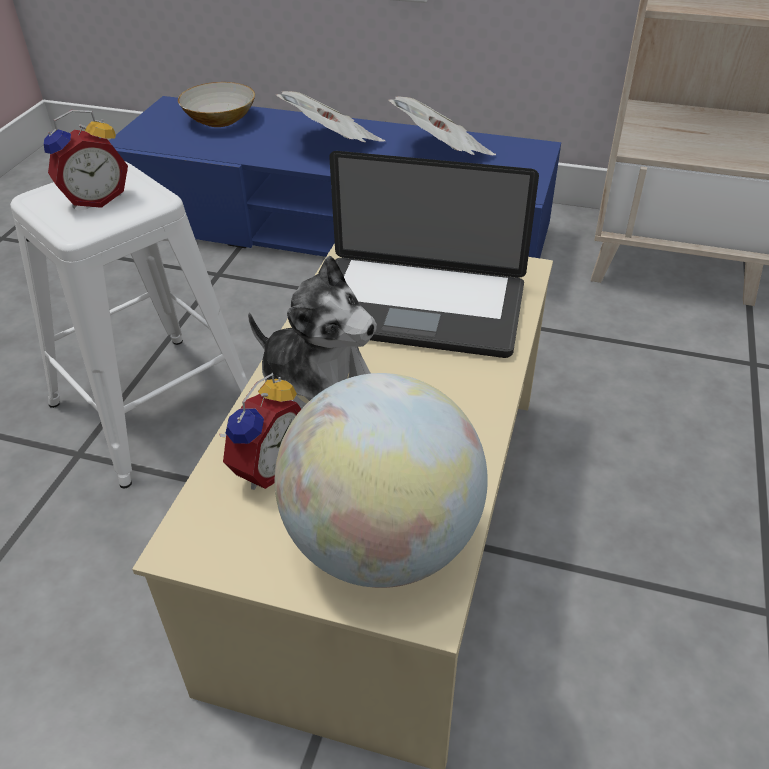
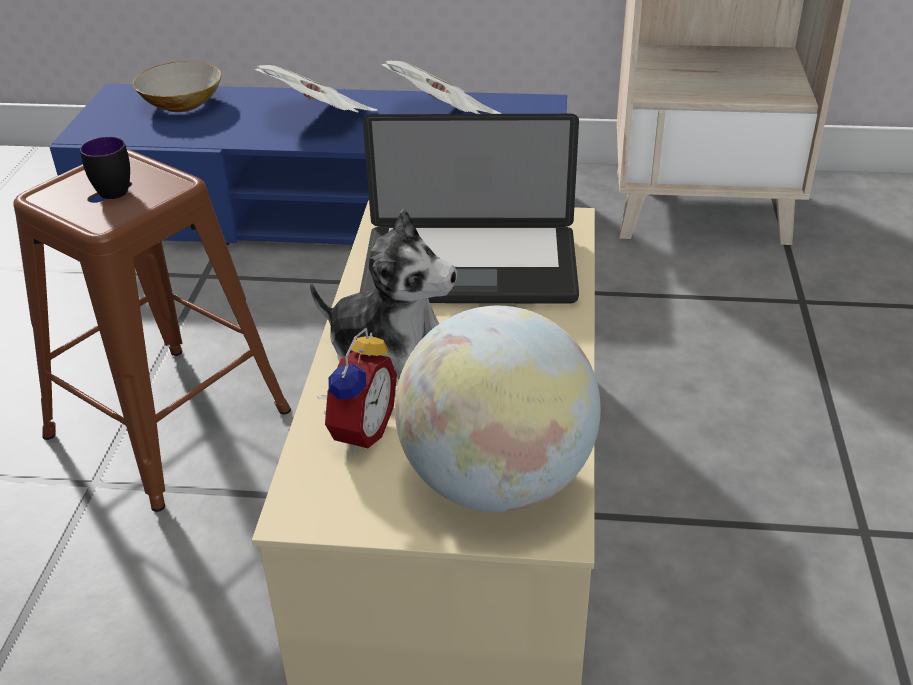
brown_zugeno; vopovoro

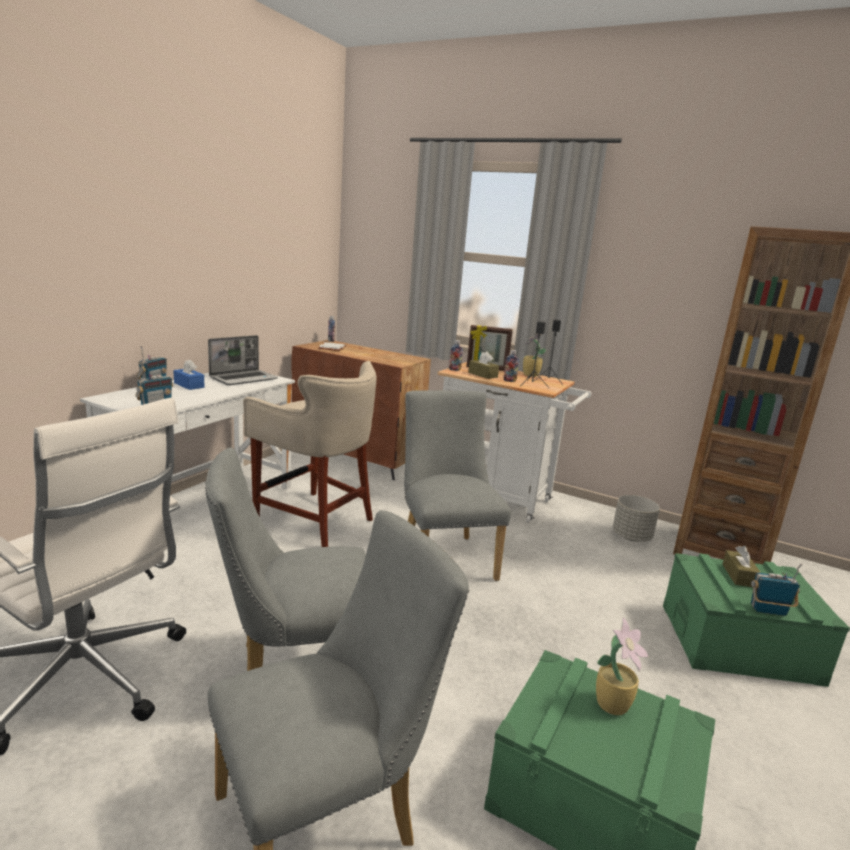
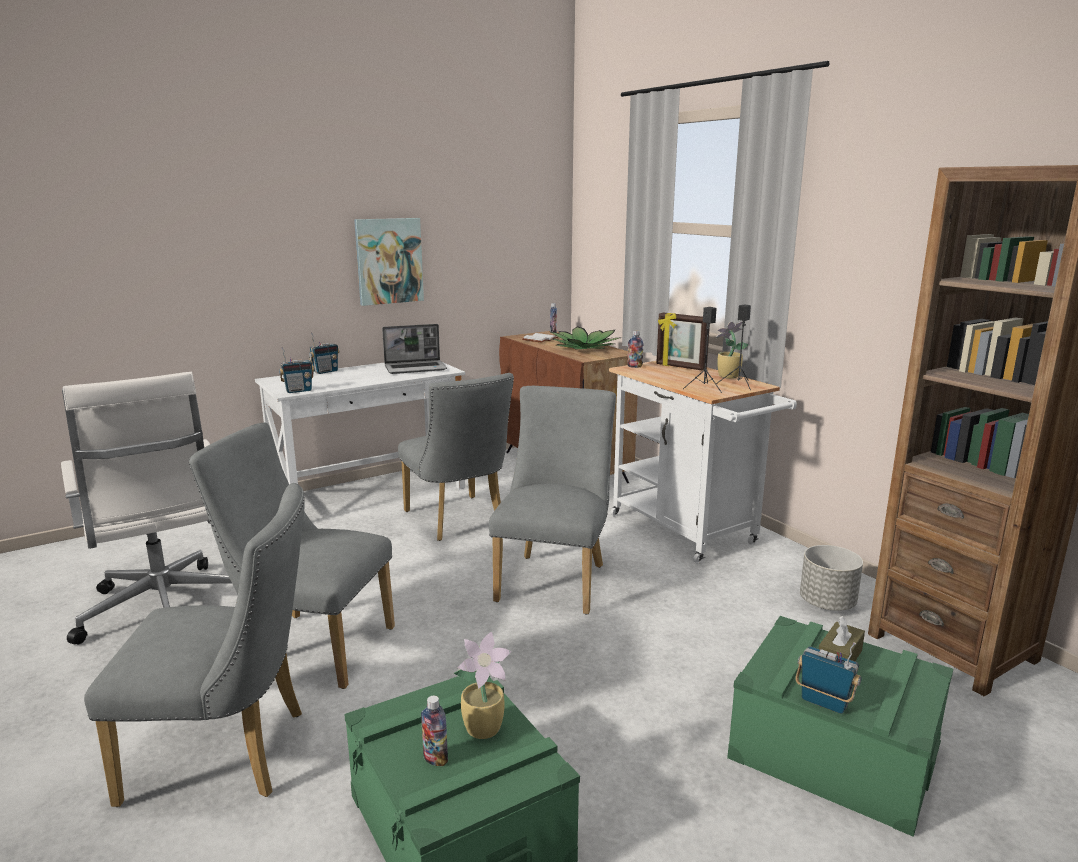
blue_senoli; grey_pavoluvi (3rd from left); brown_senoli (1st from left in the first image); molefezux (1st from left); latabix; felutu (2nd from left)

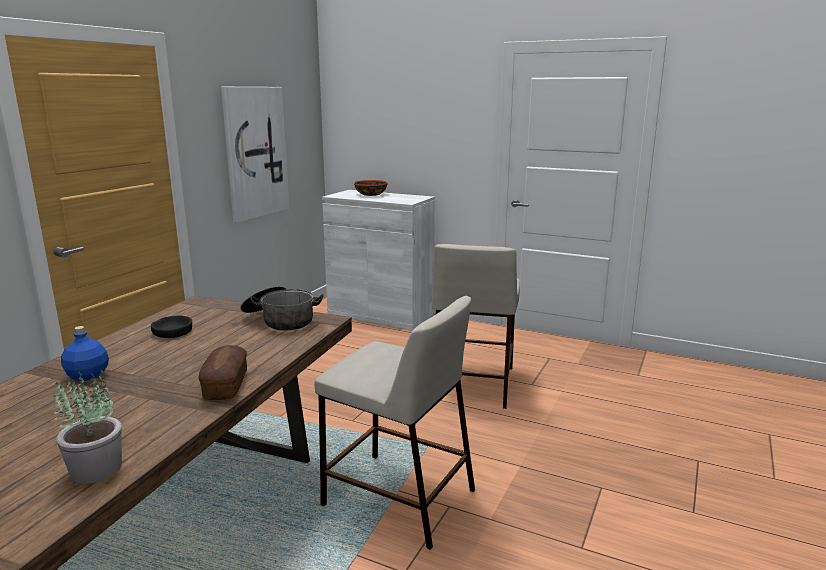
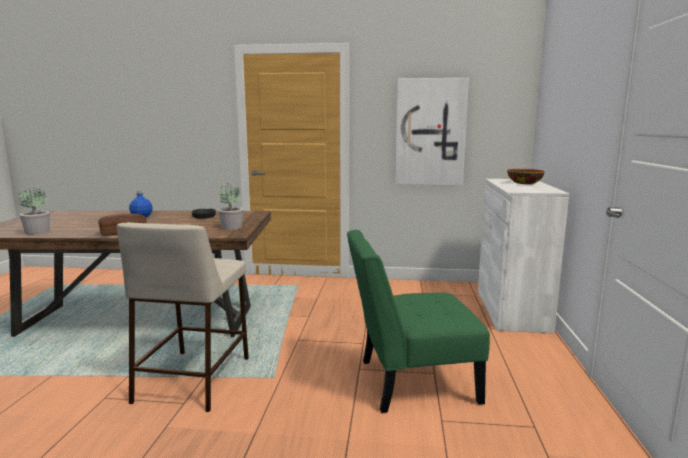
felutu (2nd from left); green_pavoluvi

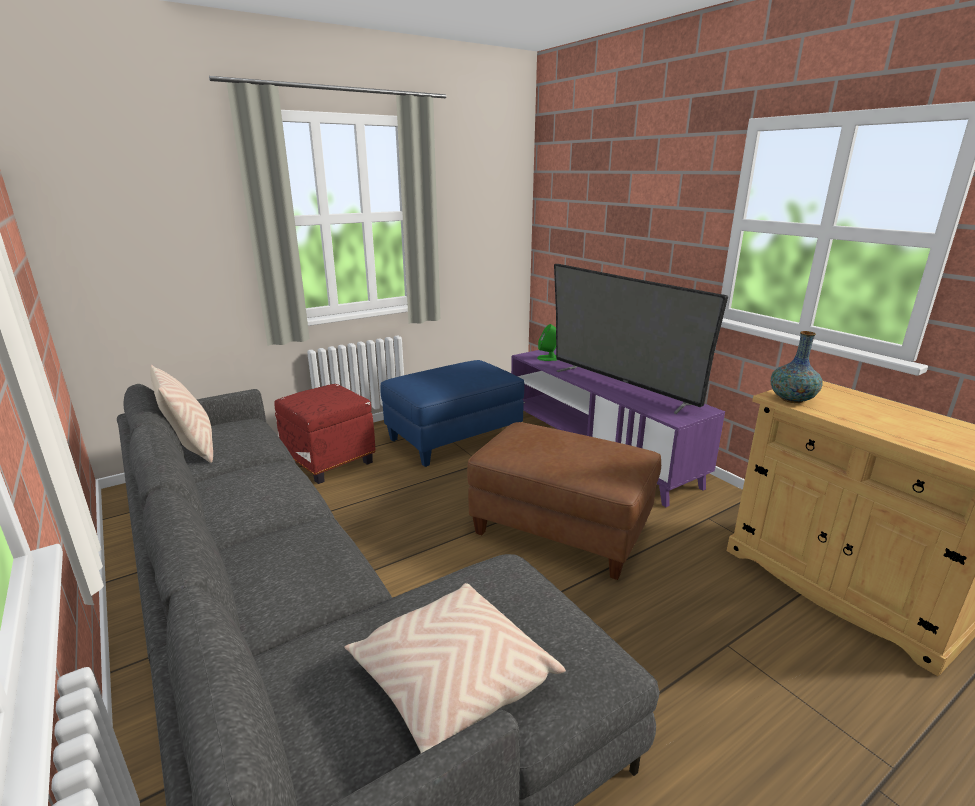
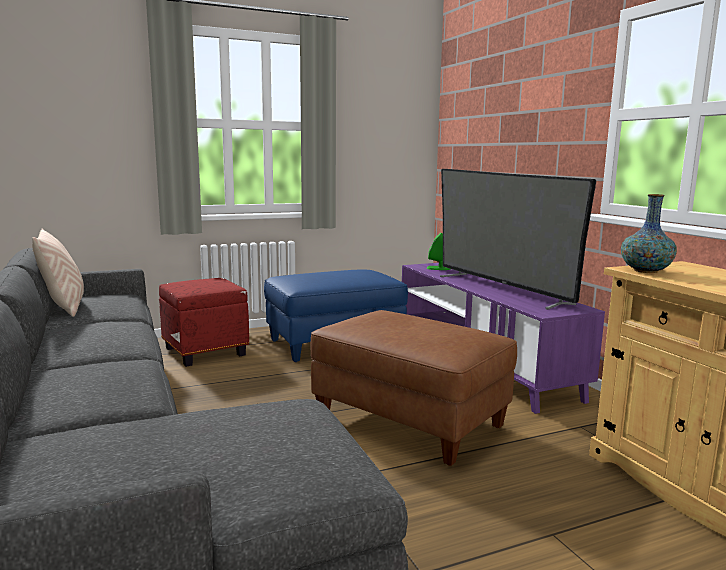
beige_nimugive (2nd from left in the first image)

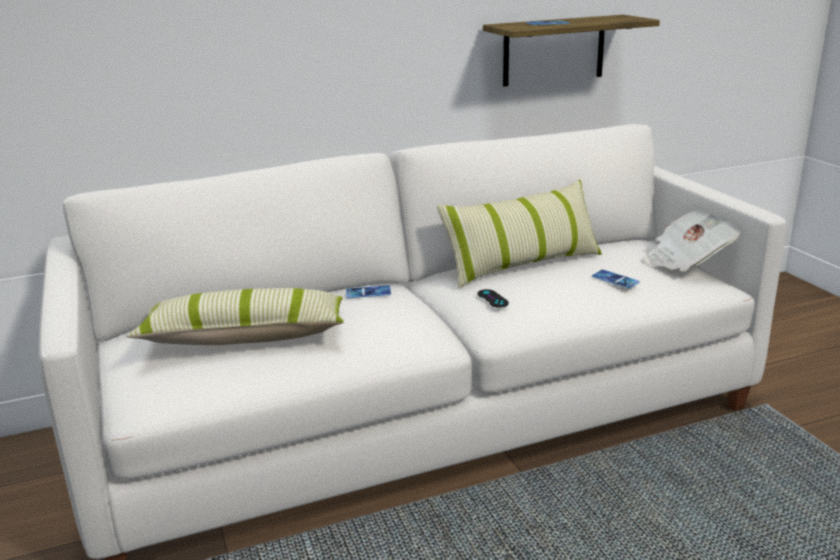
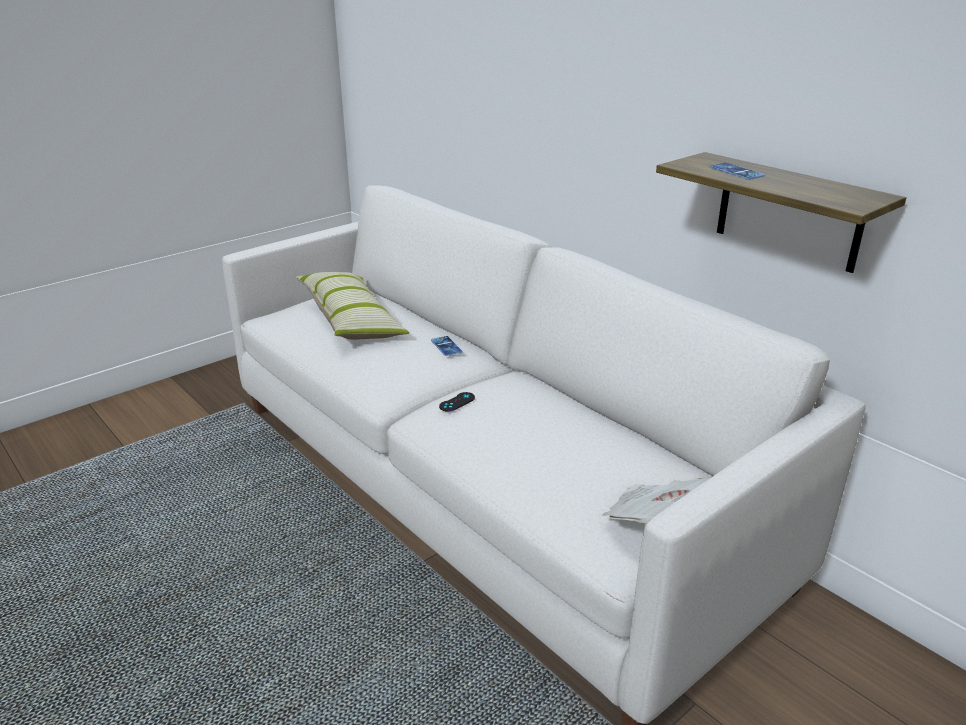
nimugive (2nd from left in the first image); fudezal (3rd from left in the first image)

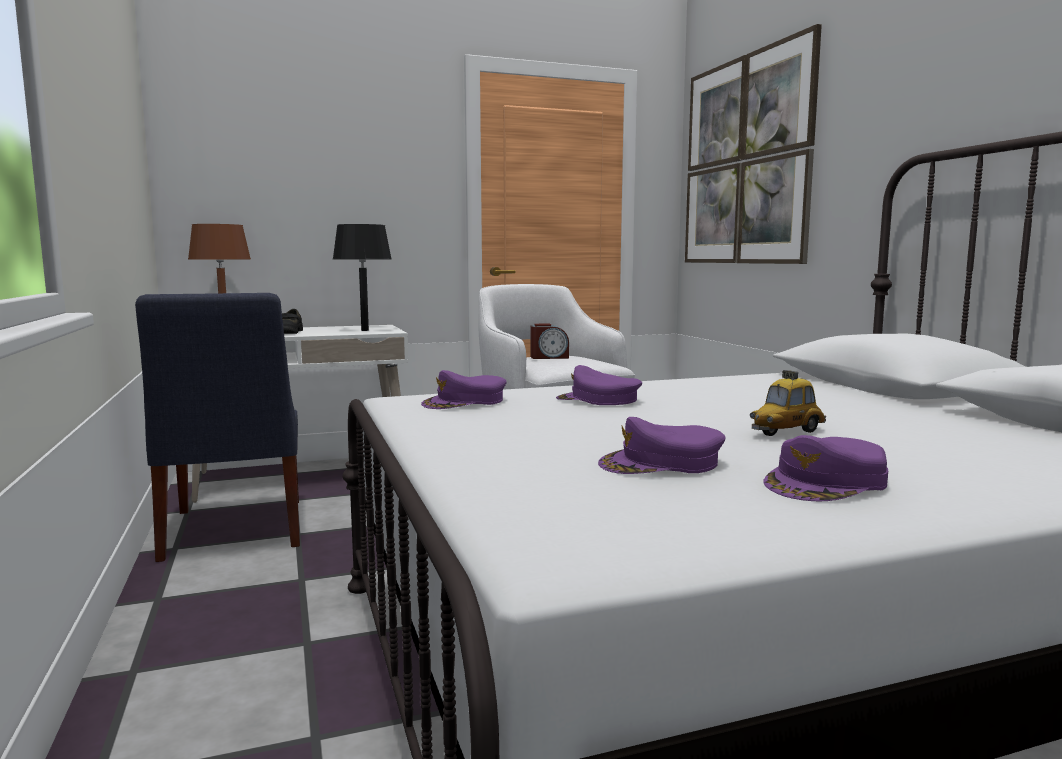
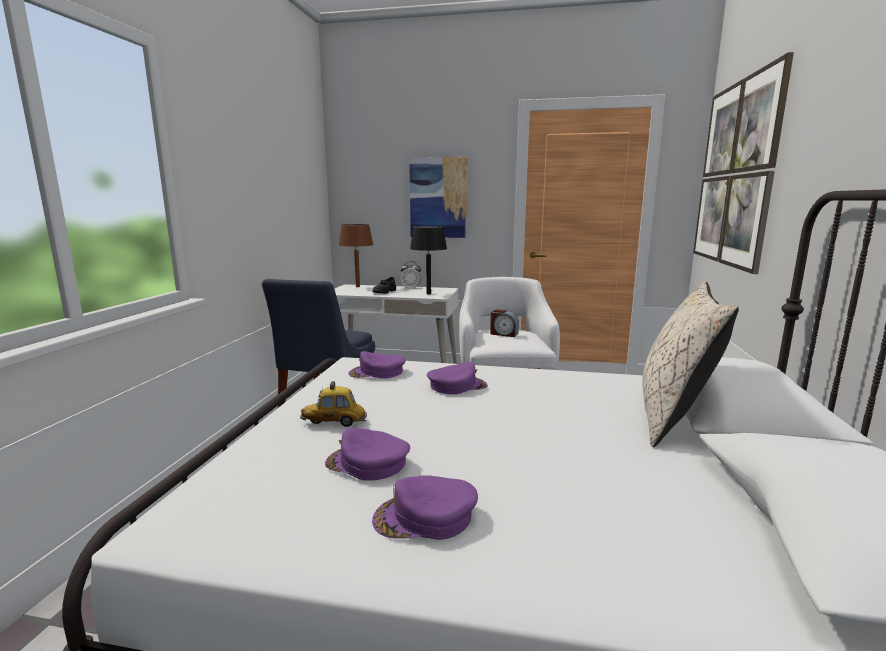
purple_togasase (4th from left); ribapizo; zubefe (1st from left); latabix (1st from left); beige_nimugive

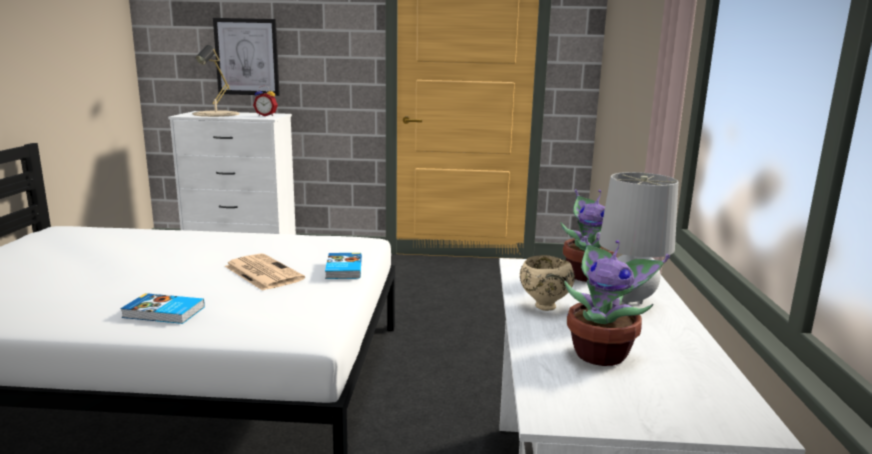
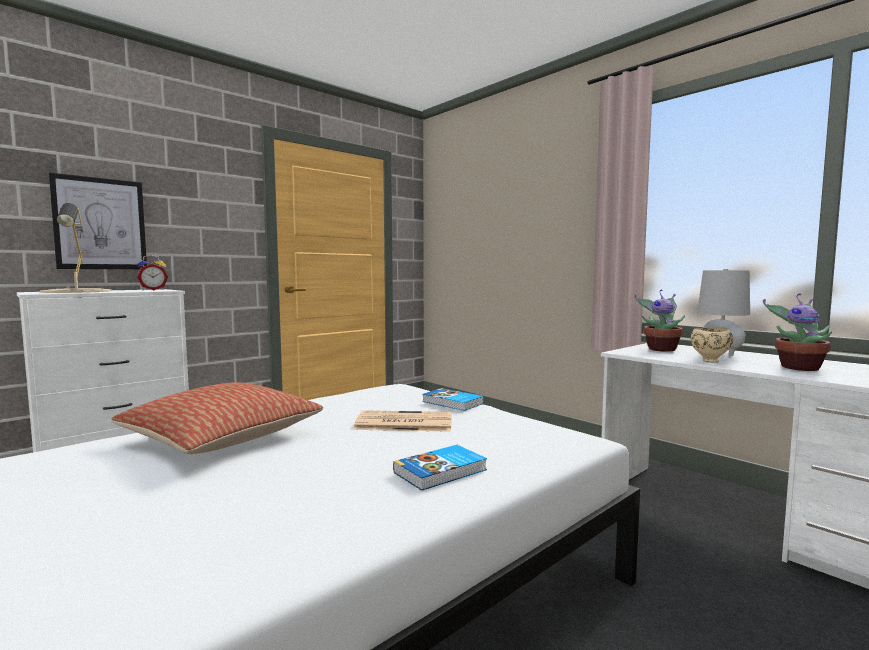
nimugive

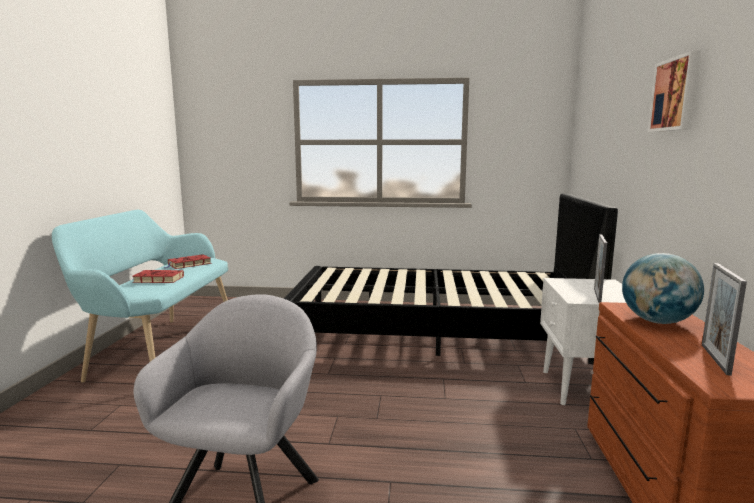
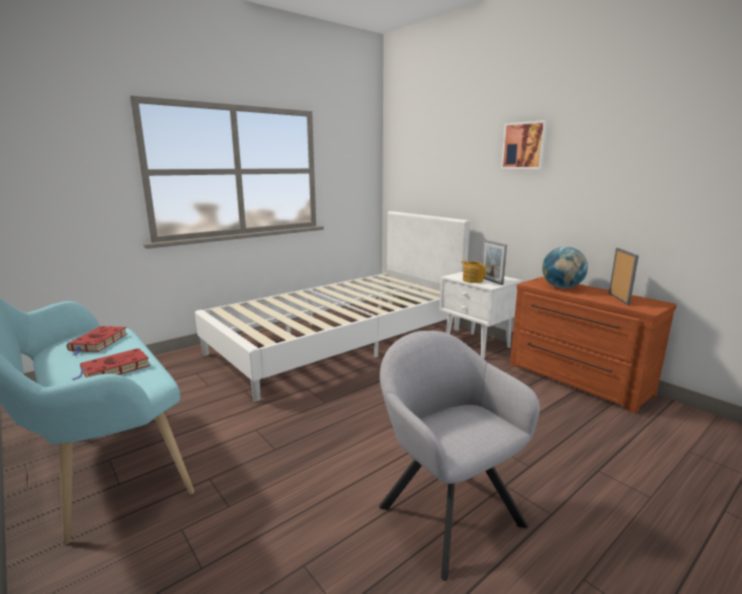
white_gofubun; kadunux (2nd from left); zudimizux

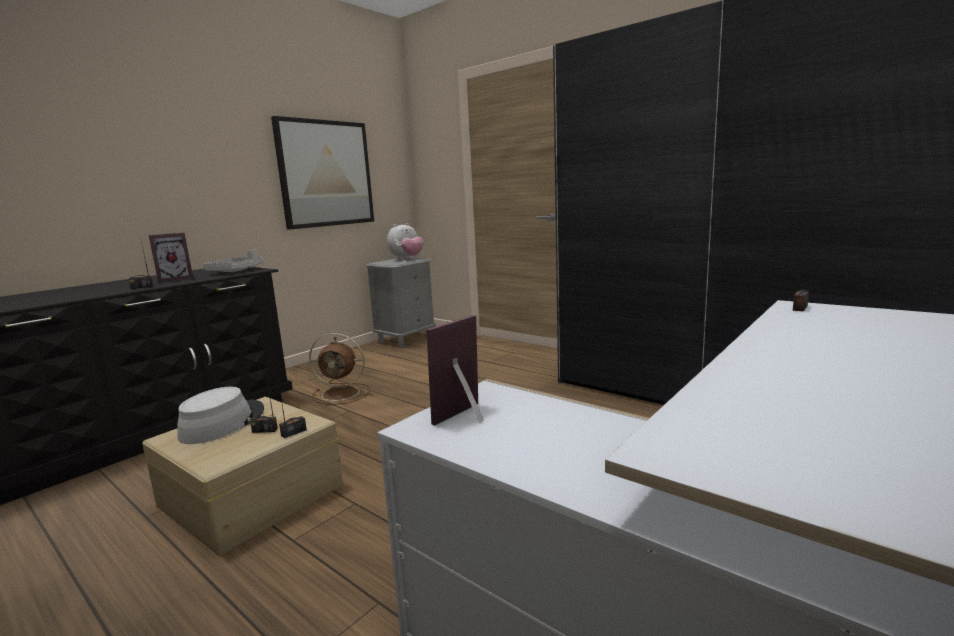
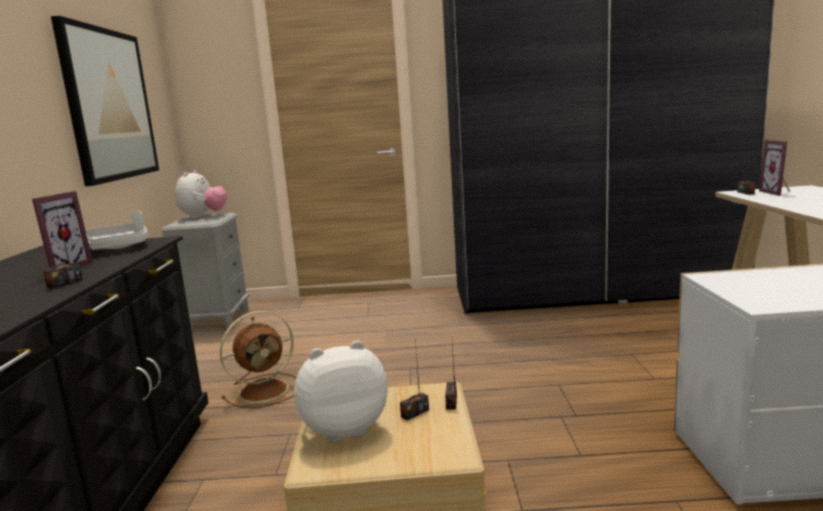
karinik (2nd from left); kadunux (2nd from left)

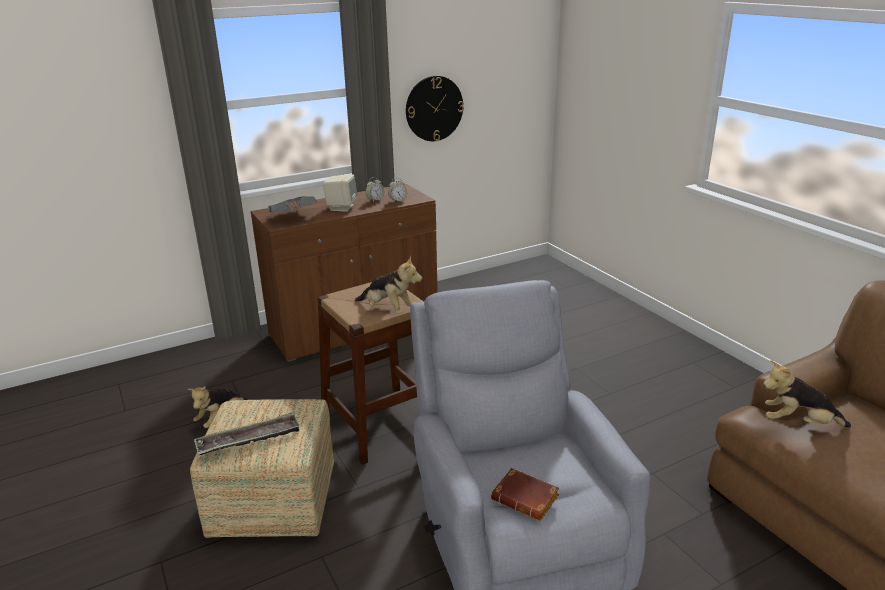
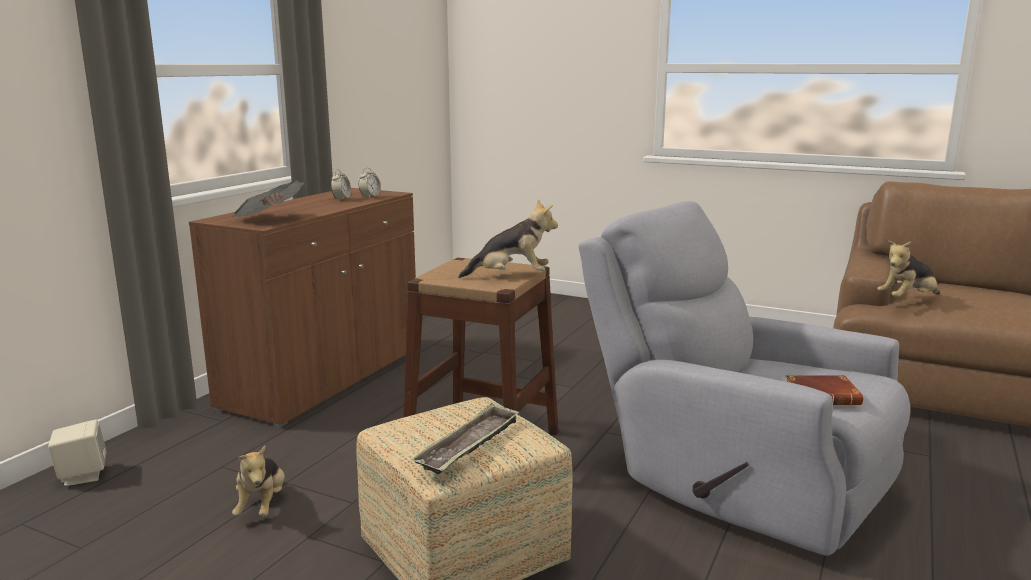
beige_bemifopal; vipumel

